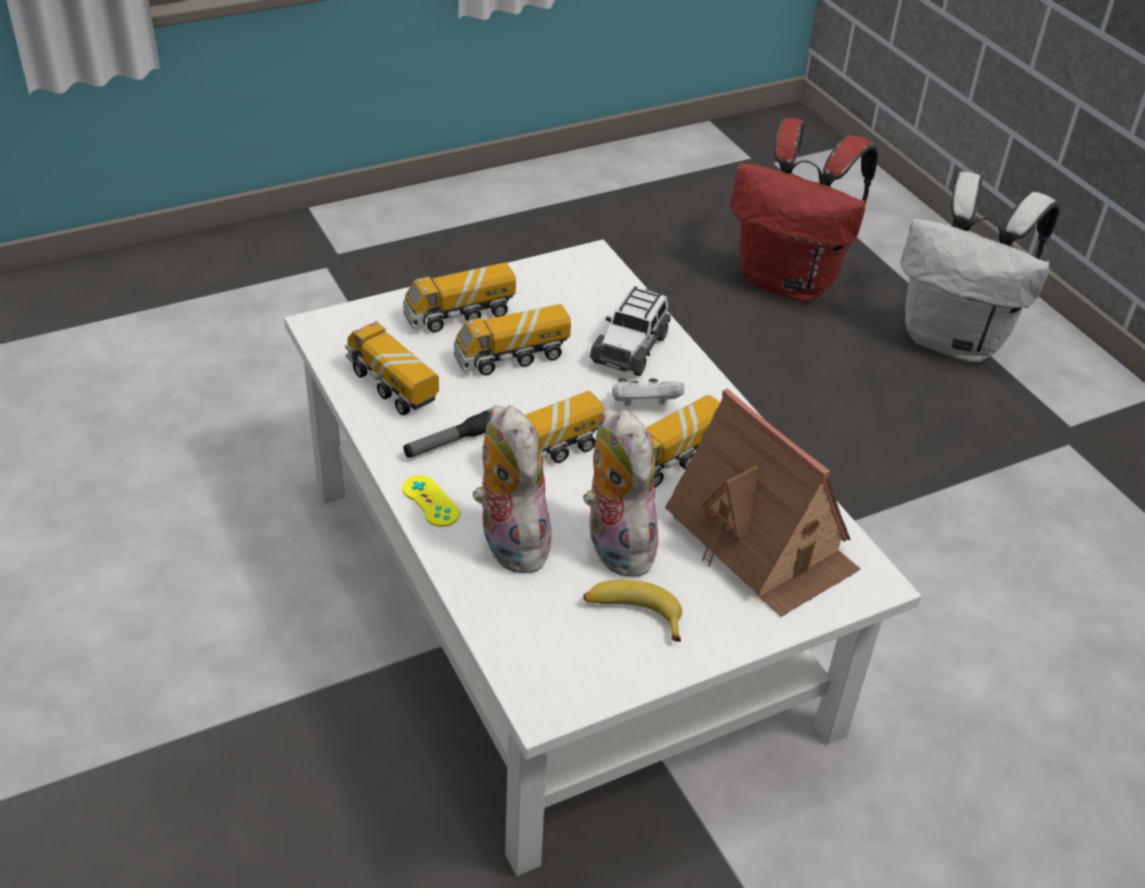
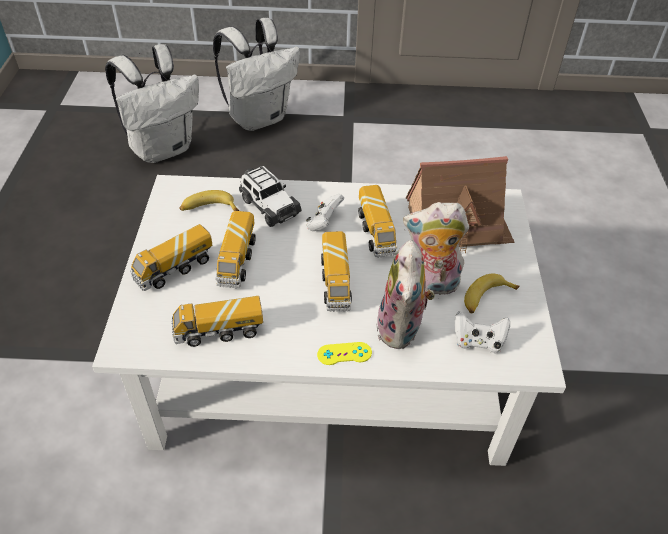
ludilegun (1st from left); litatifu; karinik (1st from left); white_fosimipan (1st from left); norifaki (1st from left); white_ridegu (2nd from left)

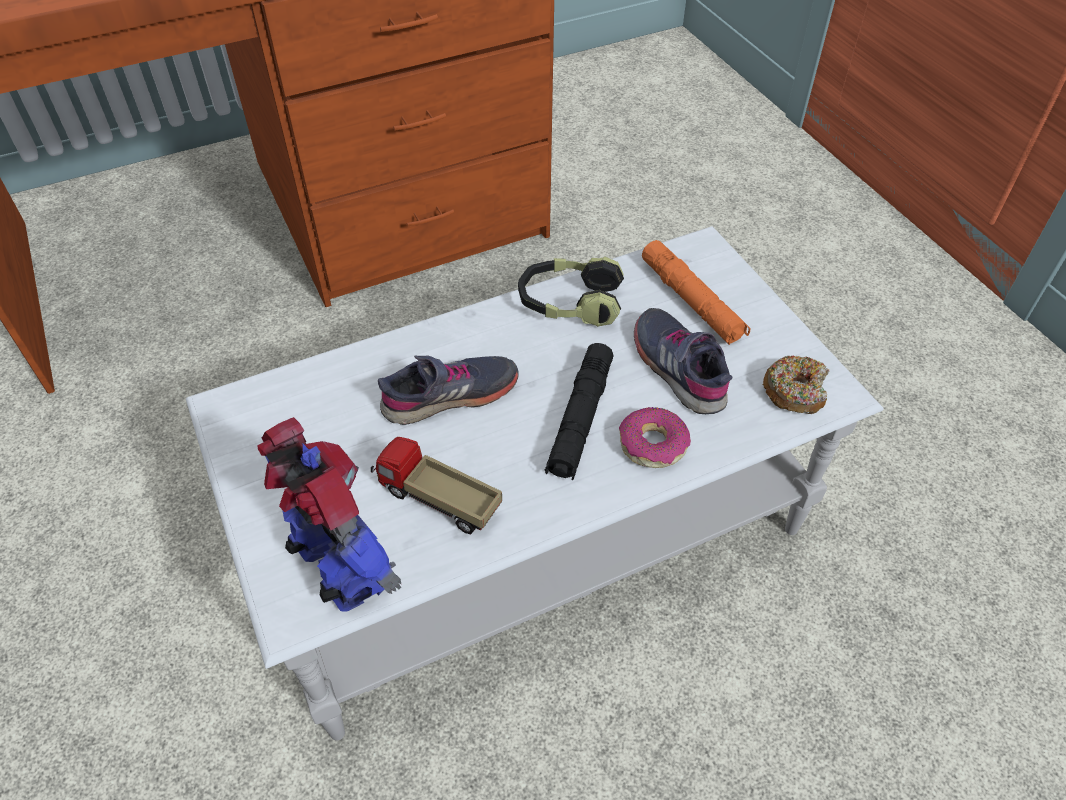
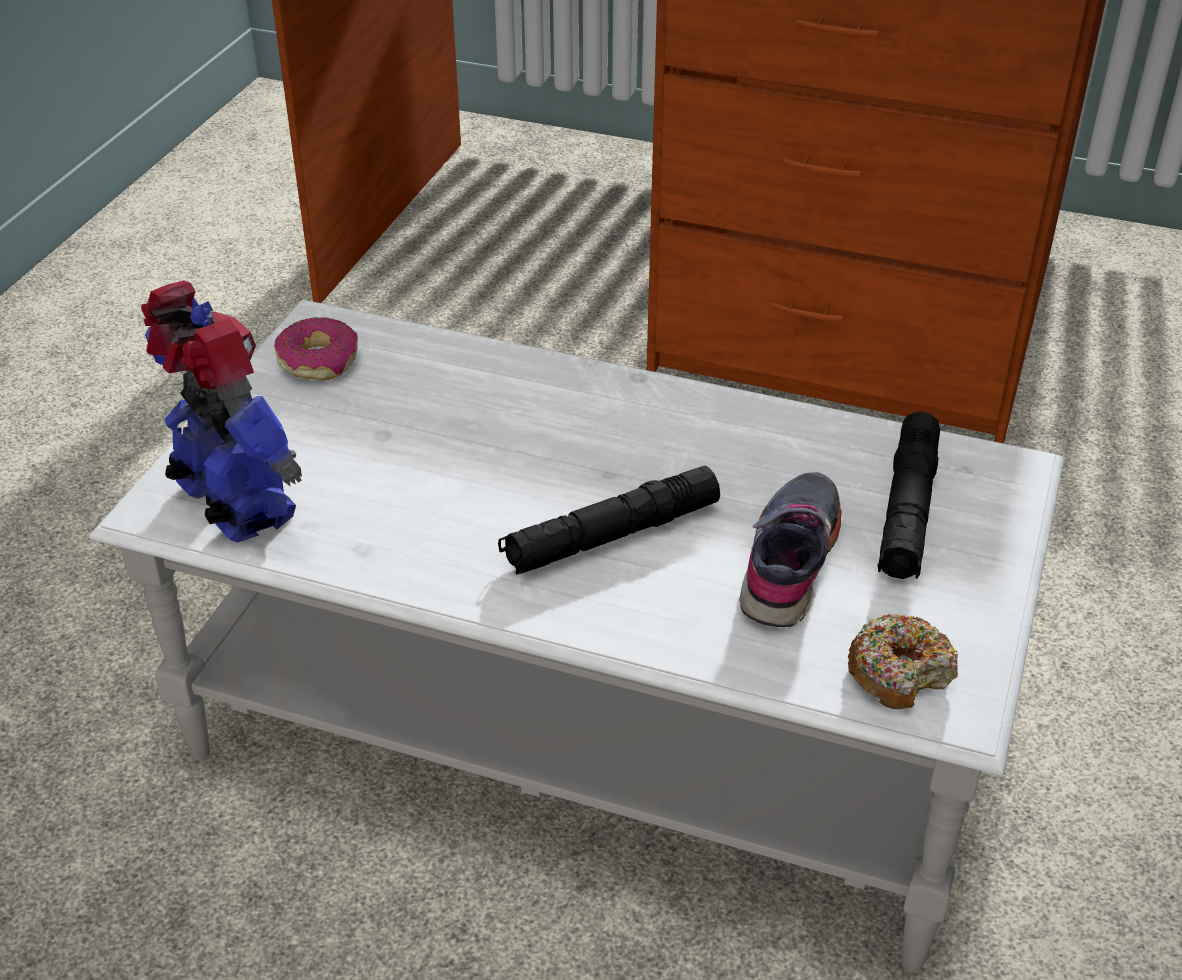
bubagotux; ludilegun; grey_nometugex (1st from left in the first image); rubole; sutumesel (1st from left); black_litatifu (2nd from left)

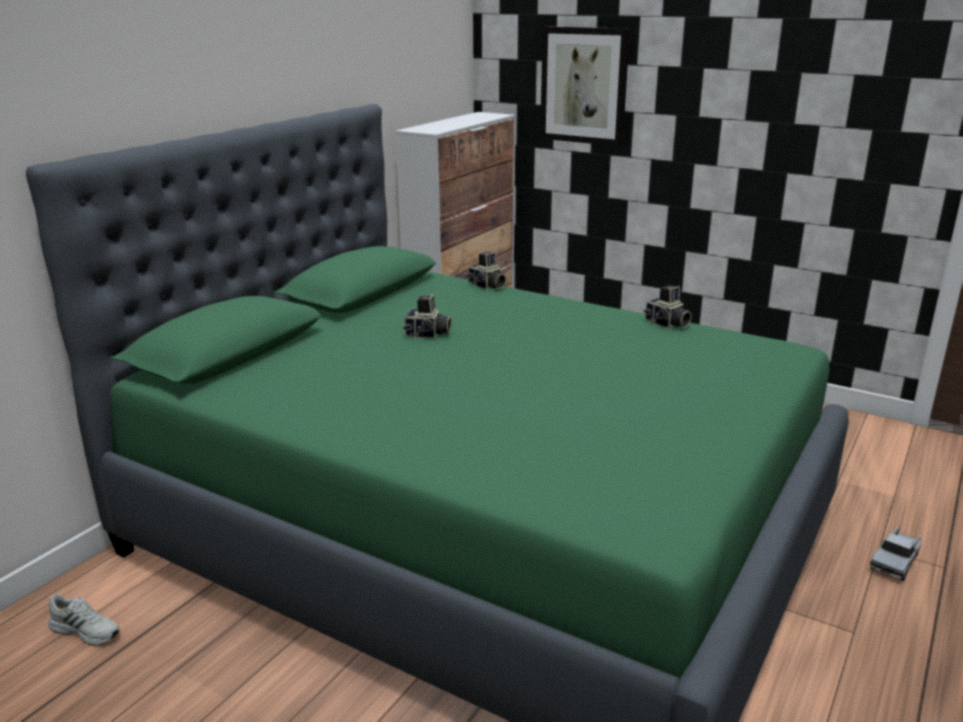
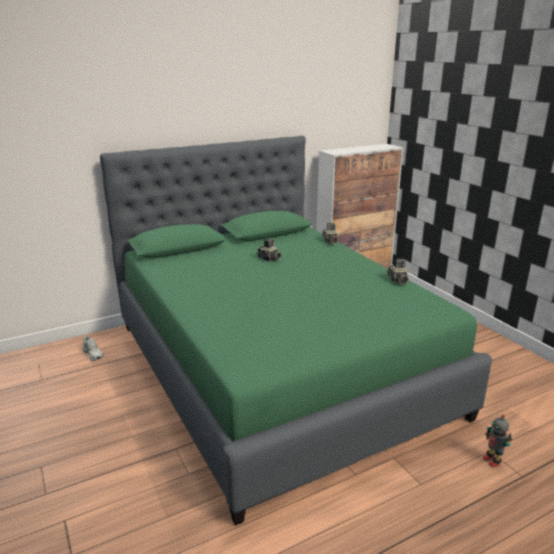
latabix; bubagotux

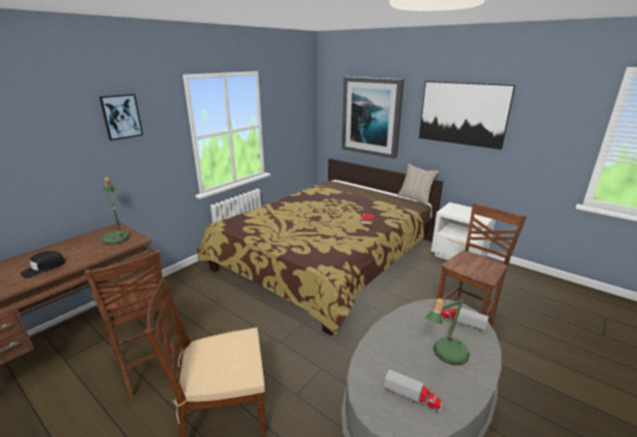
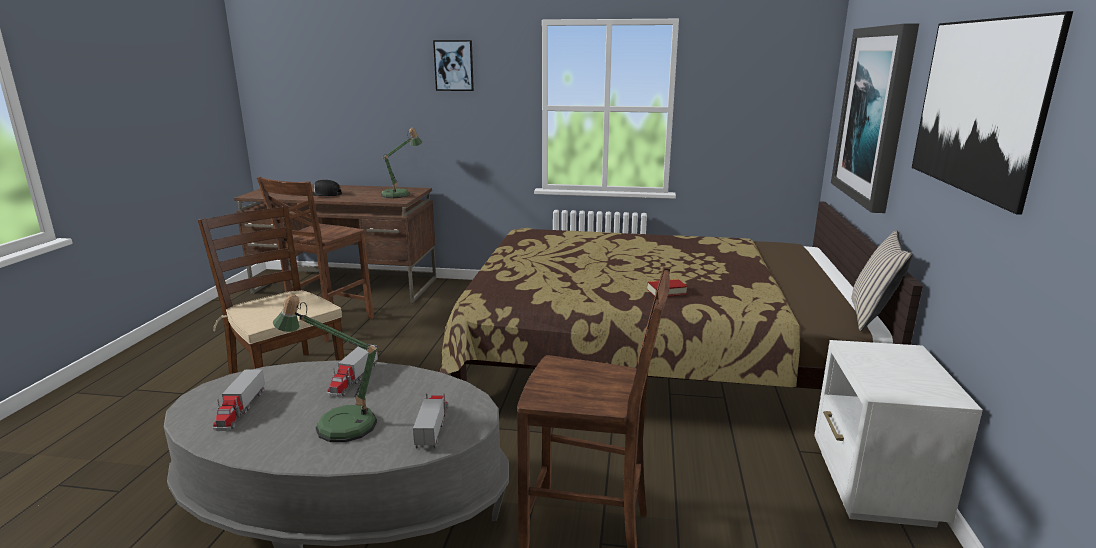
ludilegun (2nd from left)

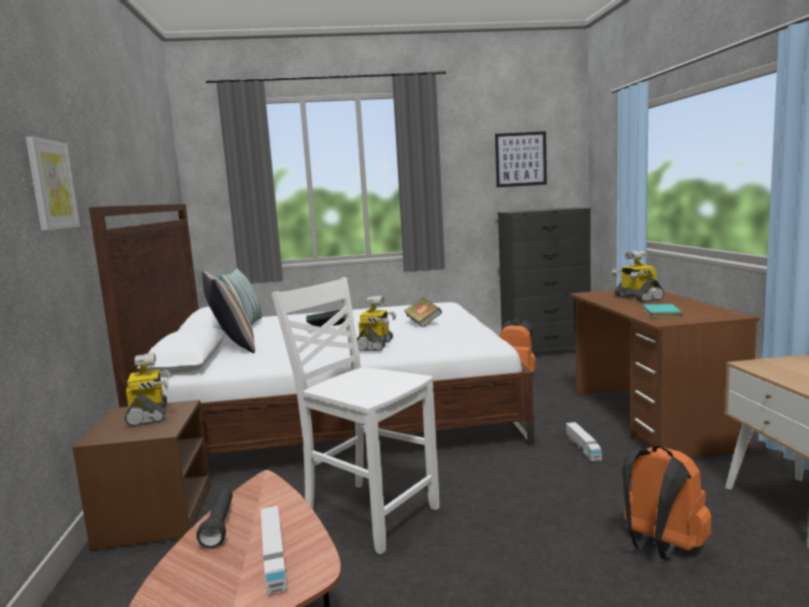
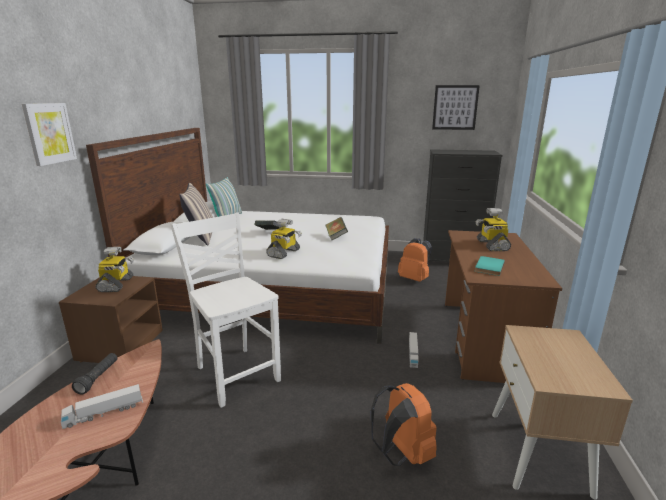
ludilegun (1st from left)

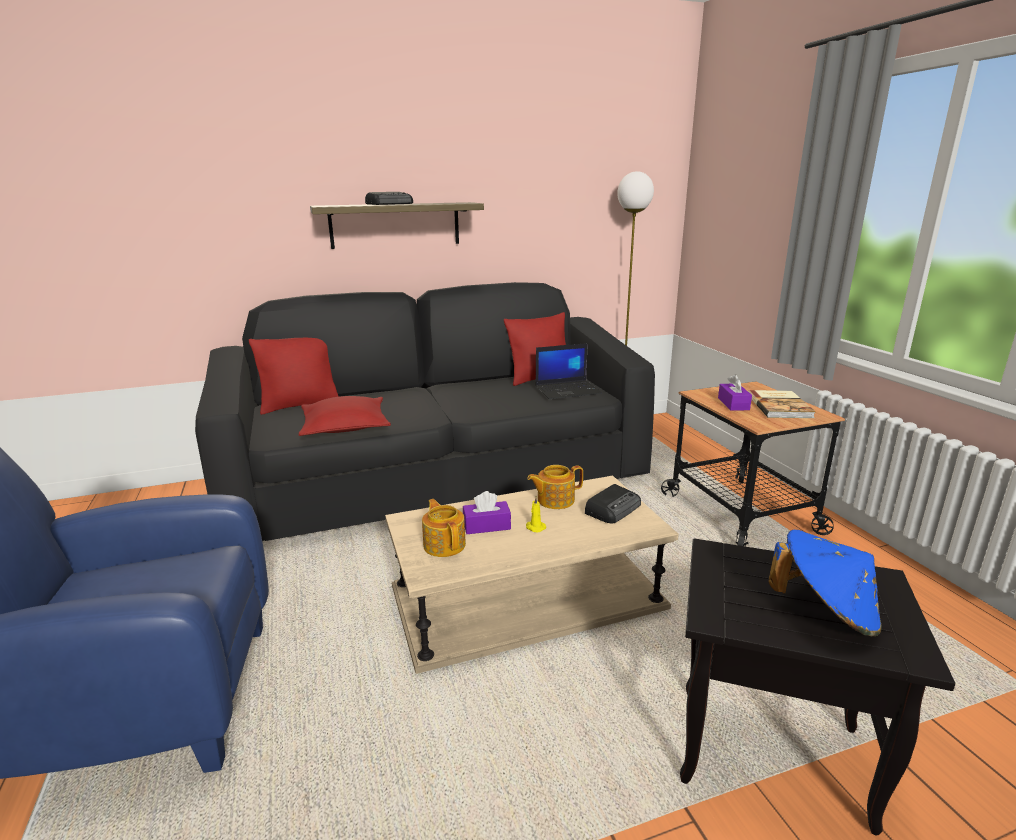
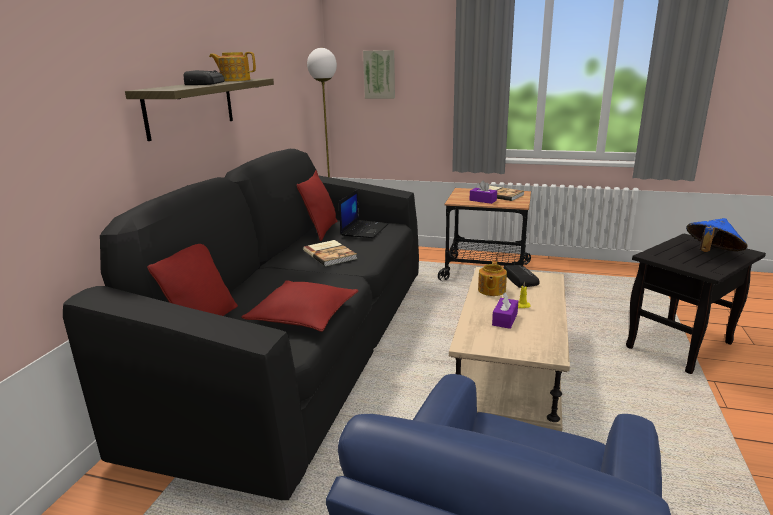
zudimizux (1st from left); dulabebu (1st from left); latabix

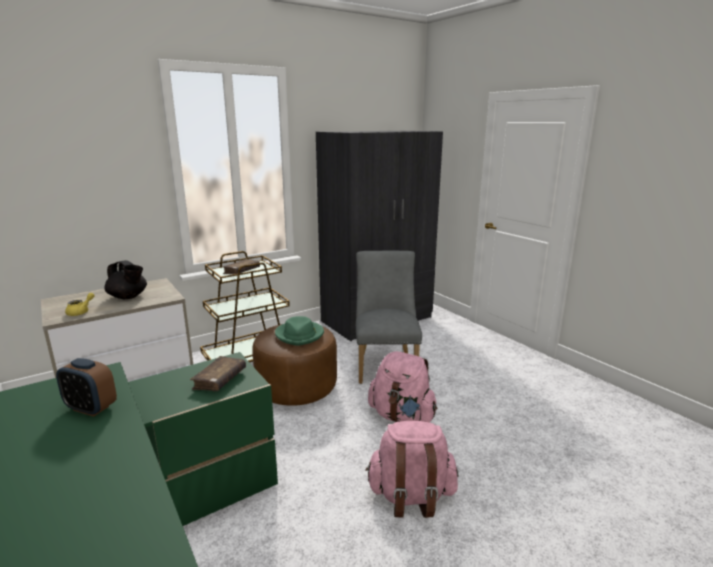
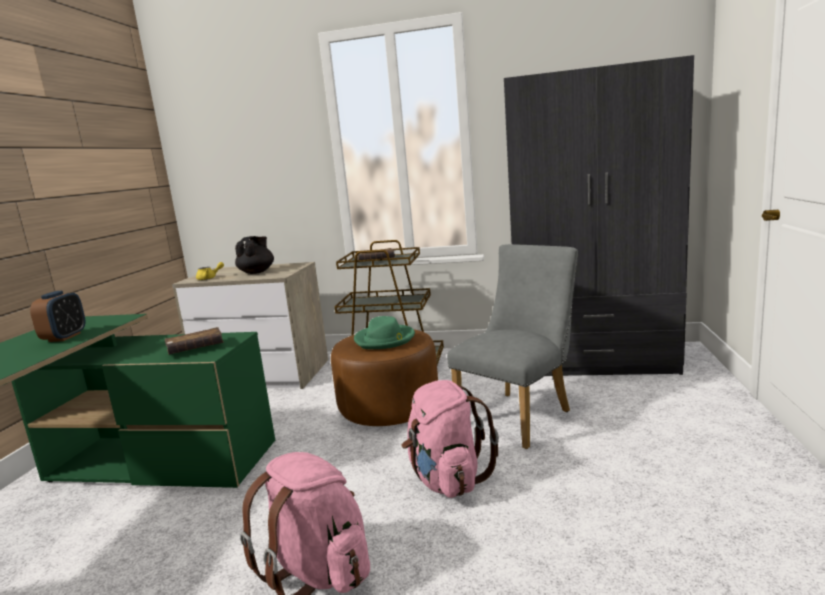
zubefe; black_zudimizux

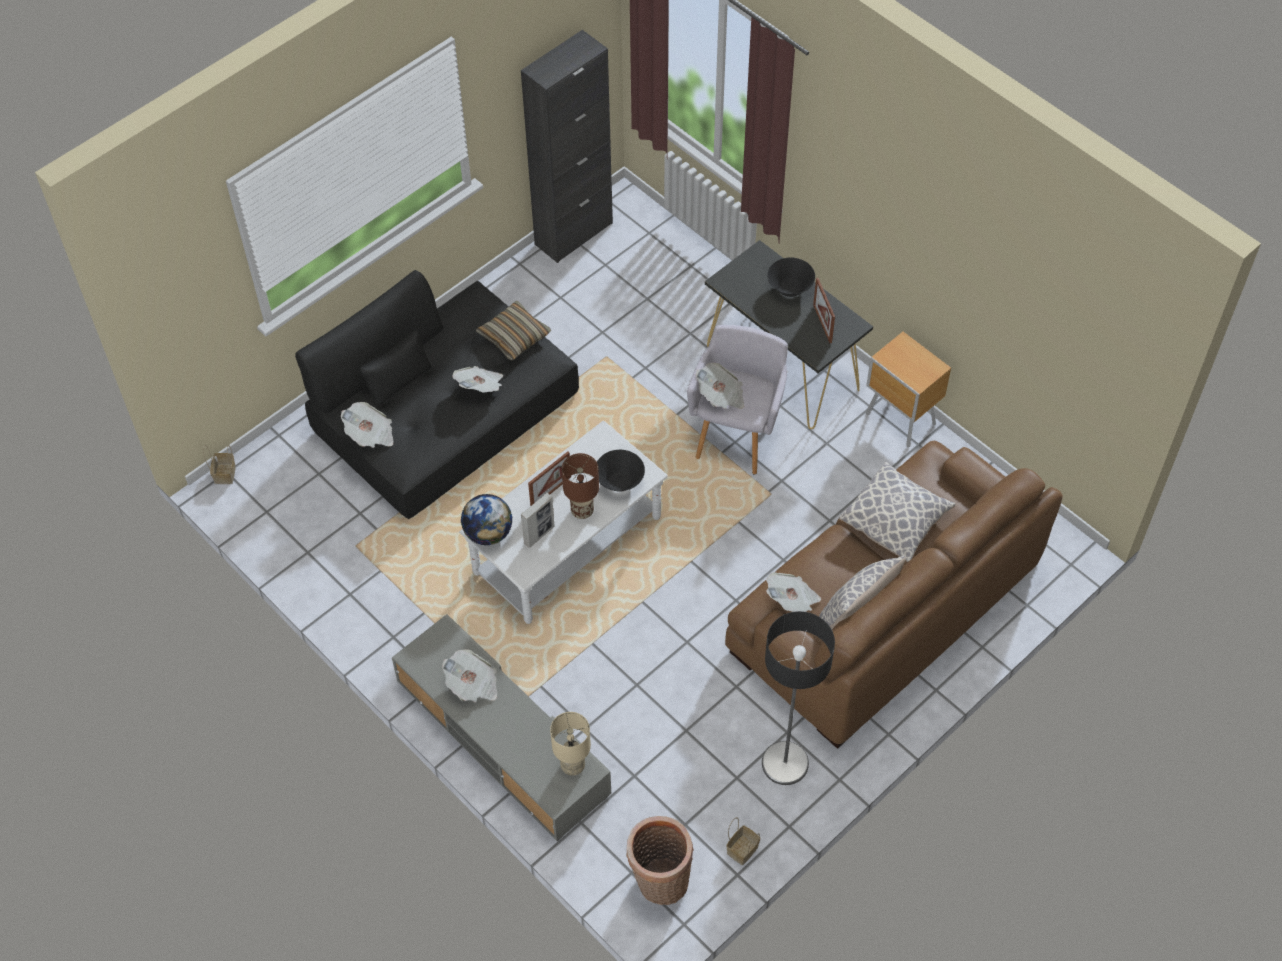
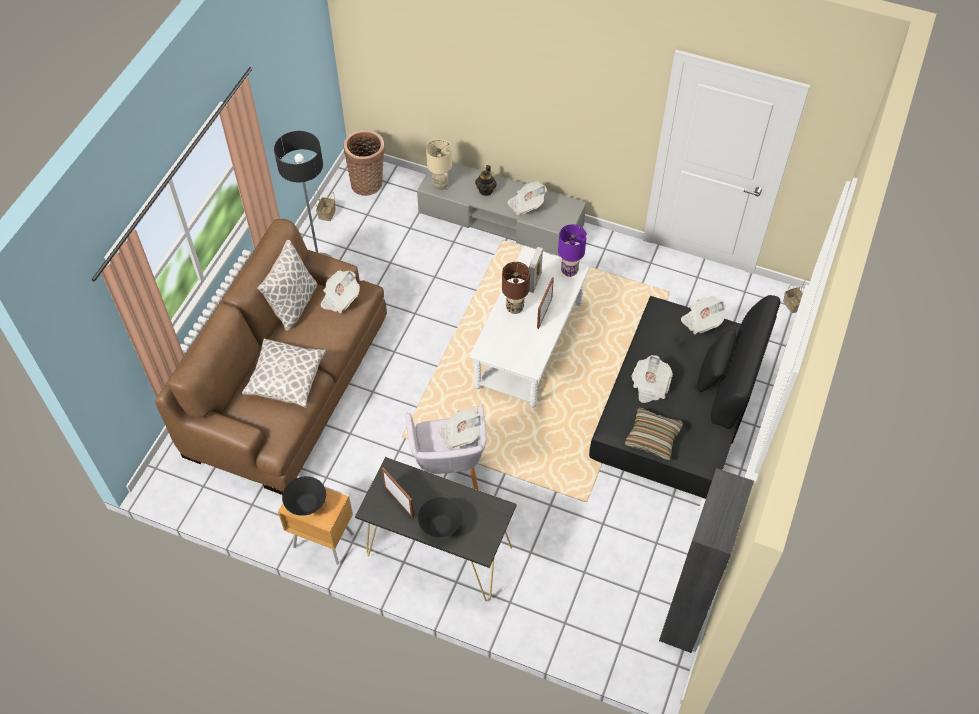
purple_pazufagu; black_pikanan (1st from left); zudimizux

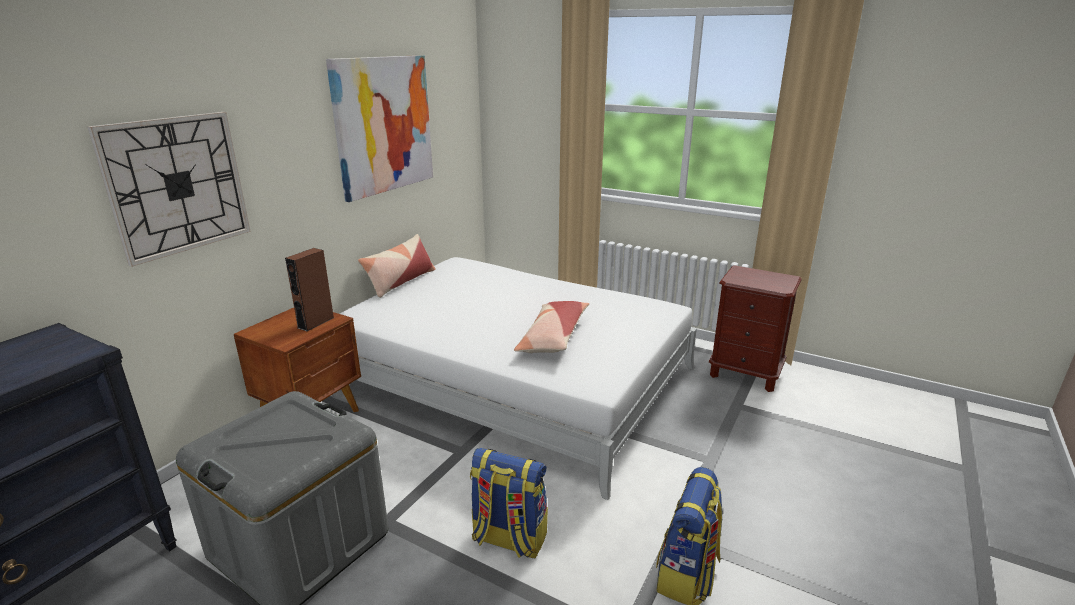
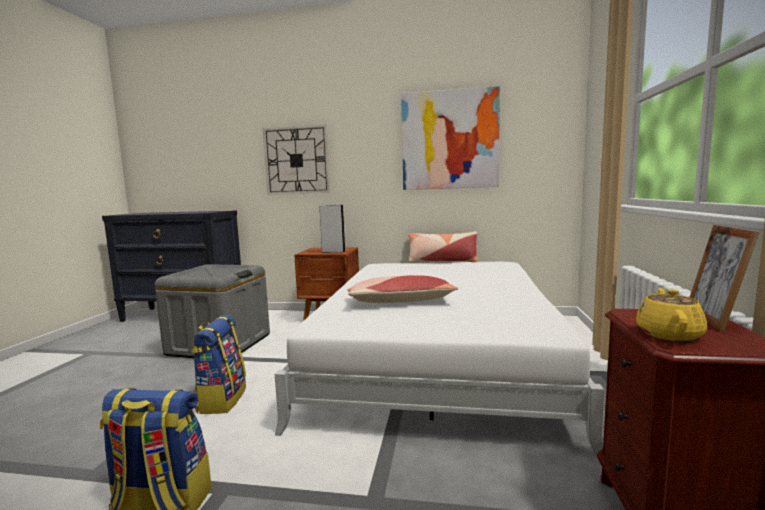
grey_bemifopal; yellow_zudimizux; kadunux

